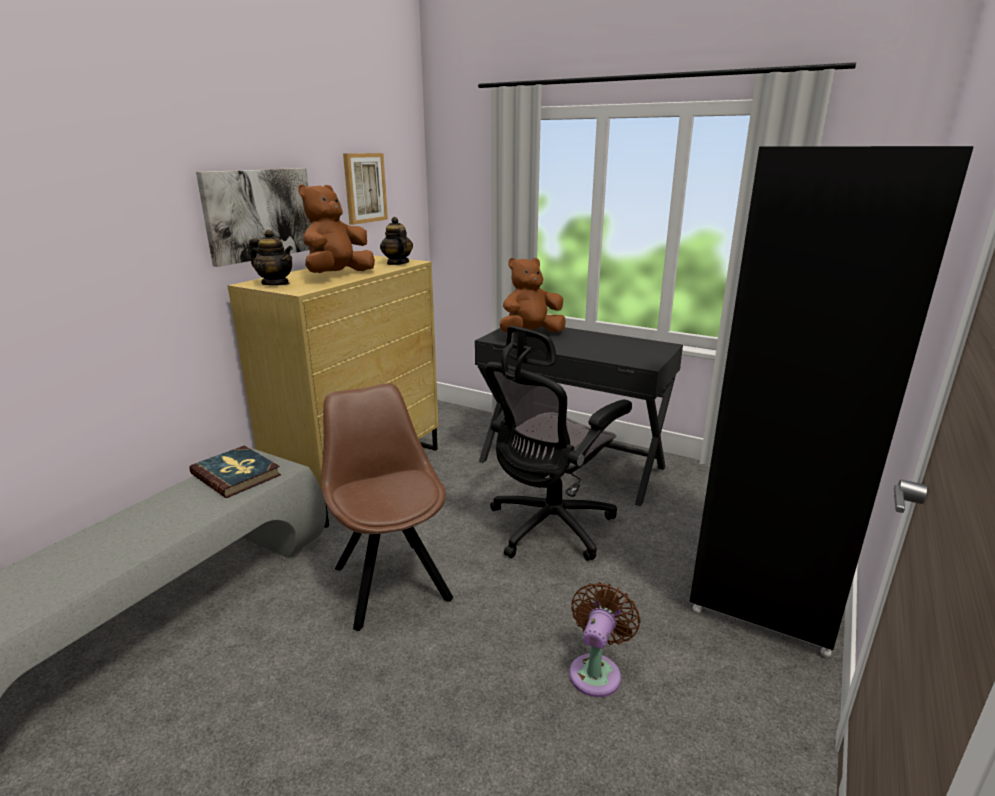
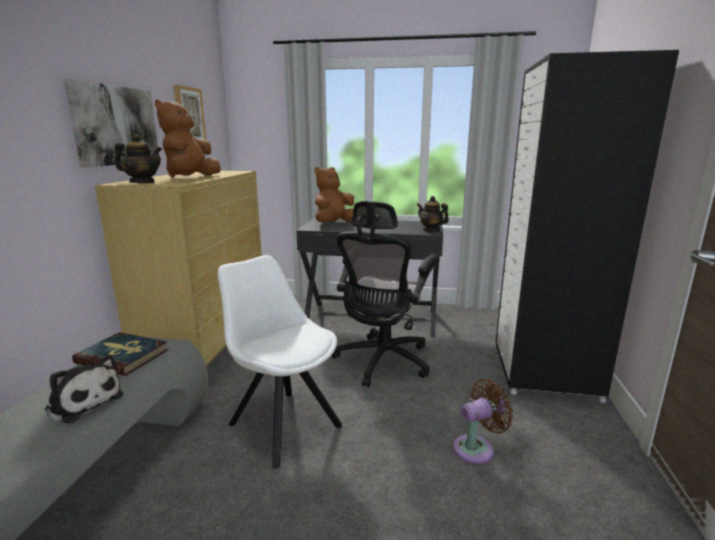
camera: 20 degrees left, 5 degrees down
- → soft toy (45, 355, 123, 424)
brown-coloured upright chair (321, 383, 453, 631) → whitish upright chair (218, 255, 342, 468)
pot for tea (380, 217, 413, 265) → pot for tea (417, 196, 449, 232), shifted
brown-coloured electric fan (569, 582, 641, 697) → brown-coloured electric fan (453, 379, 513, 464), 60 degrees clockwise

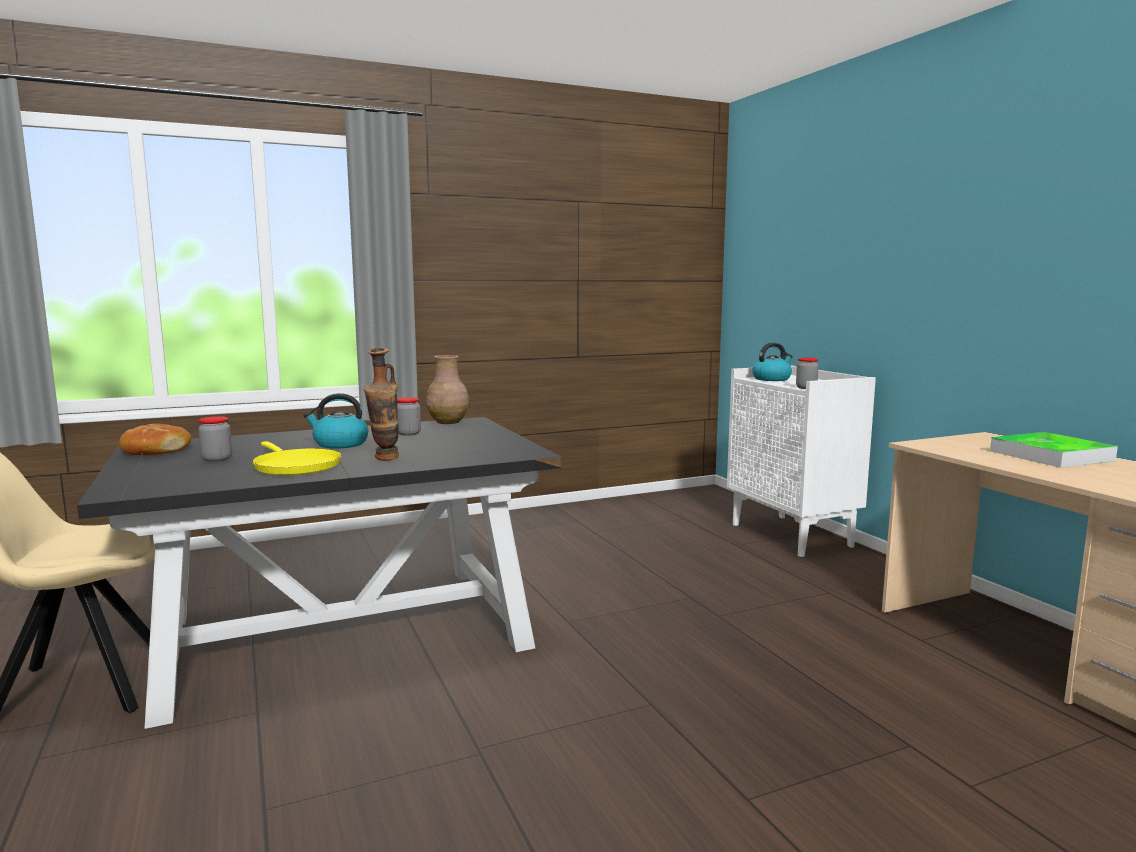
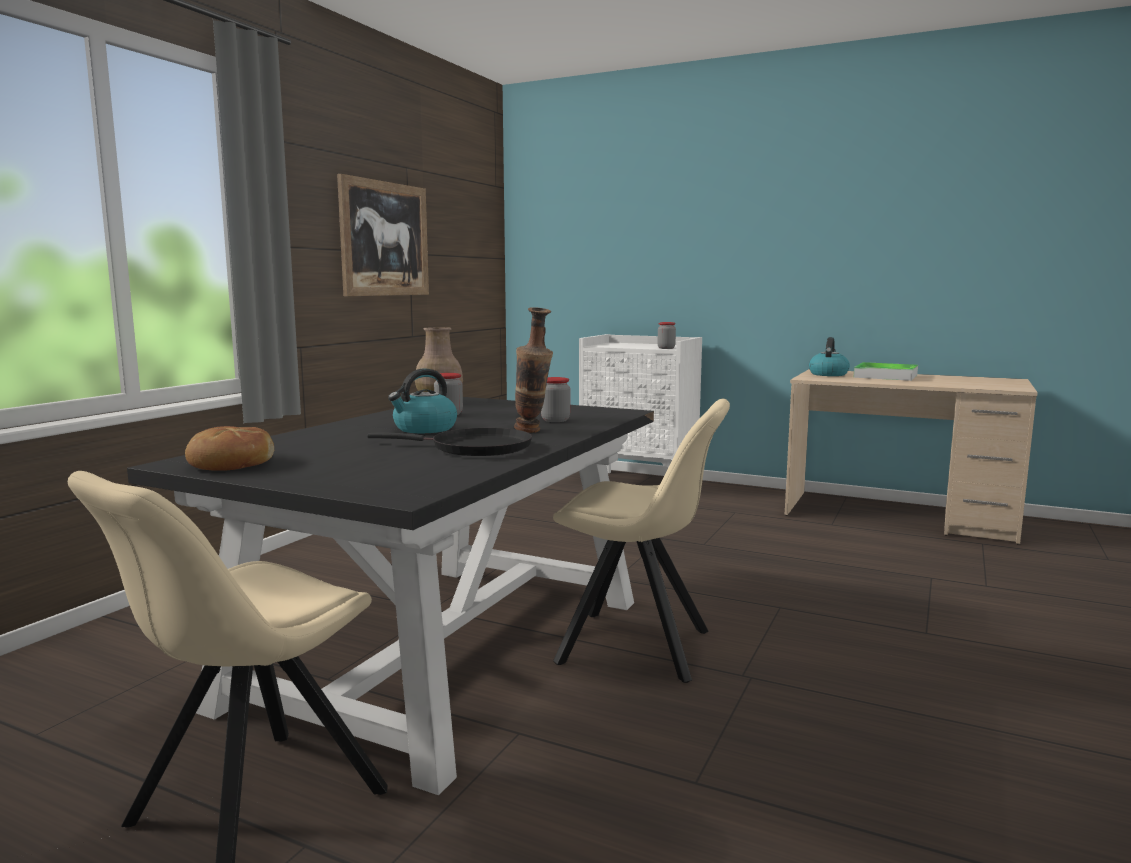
camera: 40 degrees left, 0 degrees up
- → wall picture (337, 174, 429, 296)
yellow frying pan (252, 441, 342, 475) → black frying pan (367, 428, 532, 456)
preserve jar (198, 416, 232, 462) → preserve jar (541, 377, 570, 422), shifted
- → beige-coloured upright chair (553, 399, 730, 683)
tea kettle (752, 343, 793, 381) → tea kettle (809, 337, 850, 376), shifted

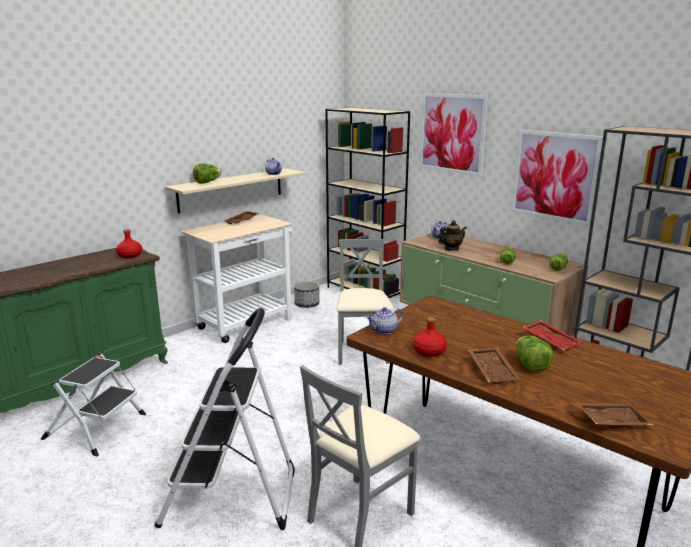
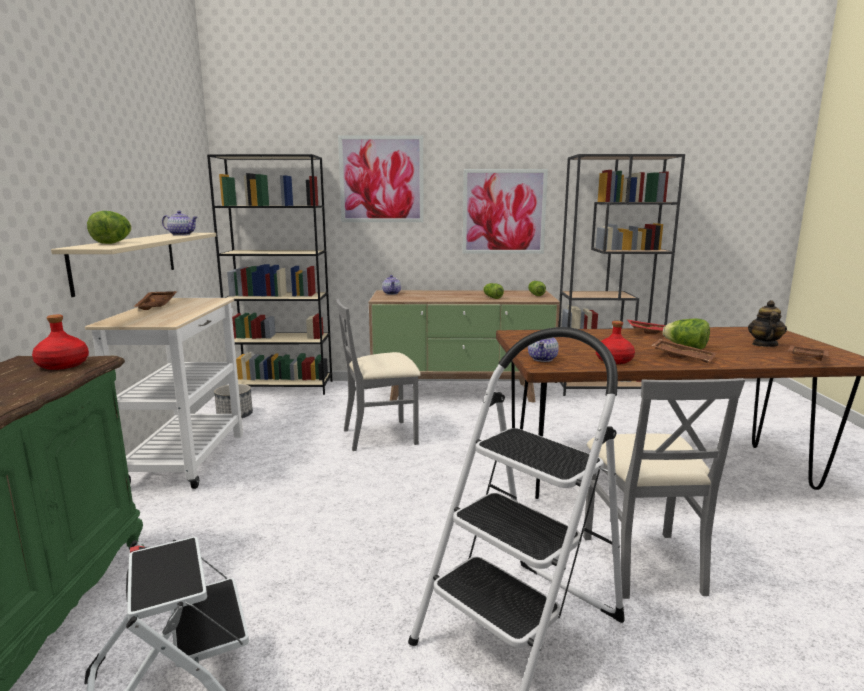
camera: 45 degrees left, 5 degrees down
gray upright chair (337, 239, 393, 365) → gray upright chair (337, 299, 421, 451), 60 degrees counterclockwise
pot for tea (438, 220, 467, 251) → pot for tea (748, 300, 787, 347), shifted

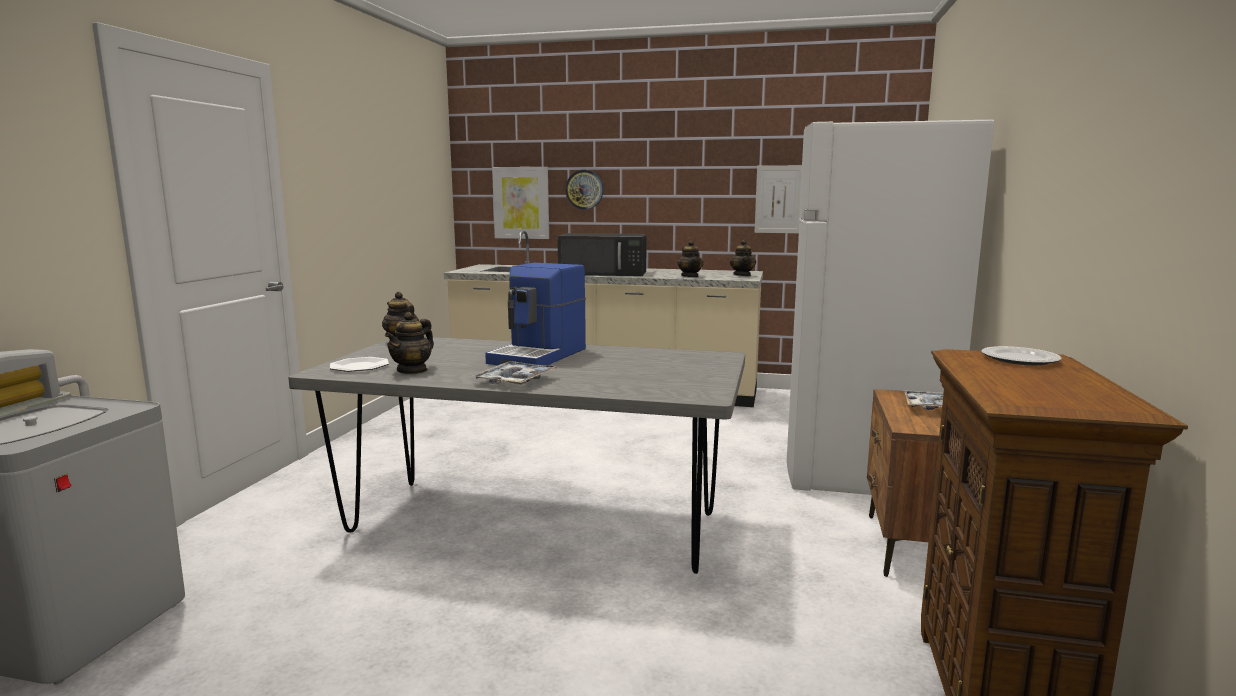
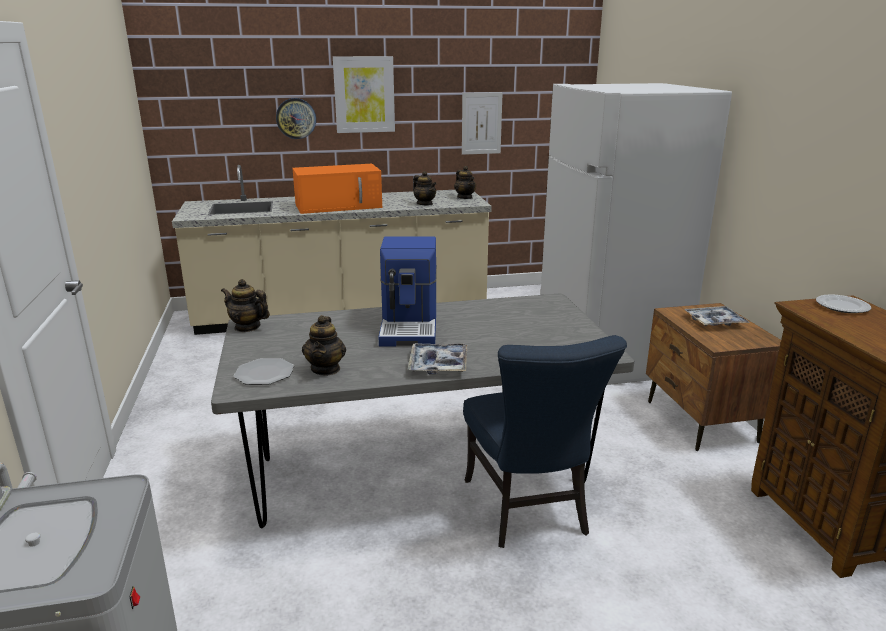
camera: 25 degrees left, 10 degrees up
black microwave oven (558, 233, 647, 276) → orange microwave oven (292, 164, 382, 214)
wall picture (492, 167, 549, 239) → wall picture (333, 56, 395, 133), shifted
- → bluish upright chair (463, 335, 627, 548)

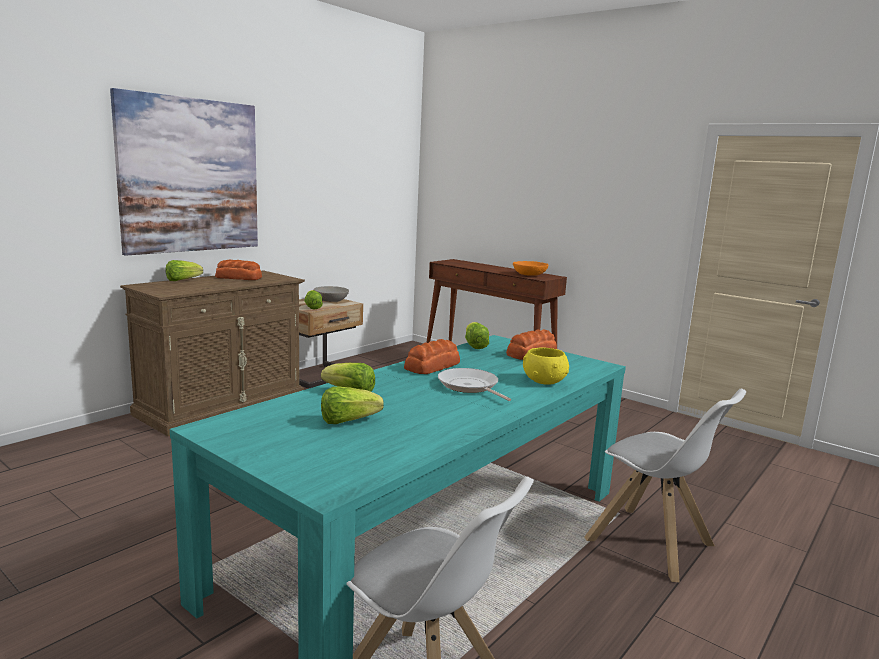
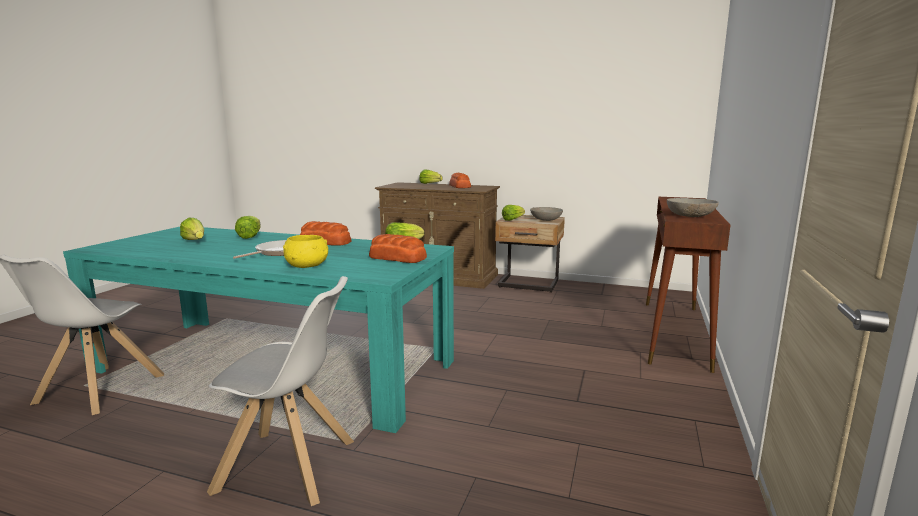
camera: 70 degrees right, 0 degrees up
upright chair (584, 389, 746, 582) → upright chair (207, 276, 354, 506), 105 degrees counterclockwise
orange bowl (513, 261, 548, 276) → gray bowl (667, 198, 719, 217)
wall picture (110, 88, 258, 256) → -

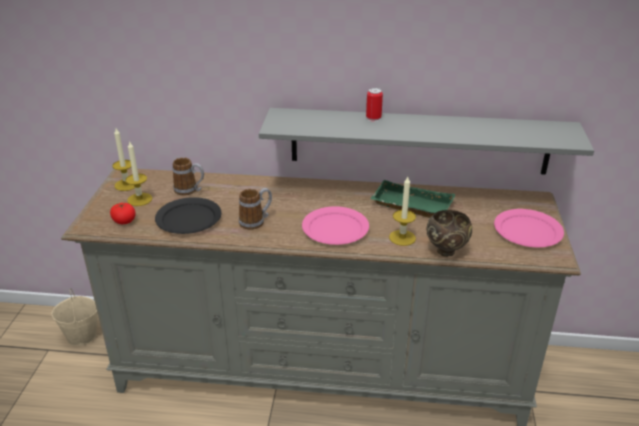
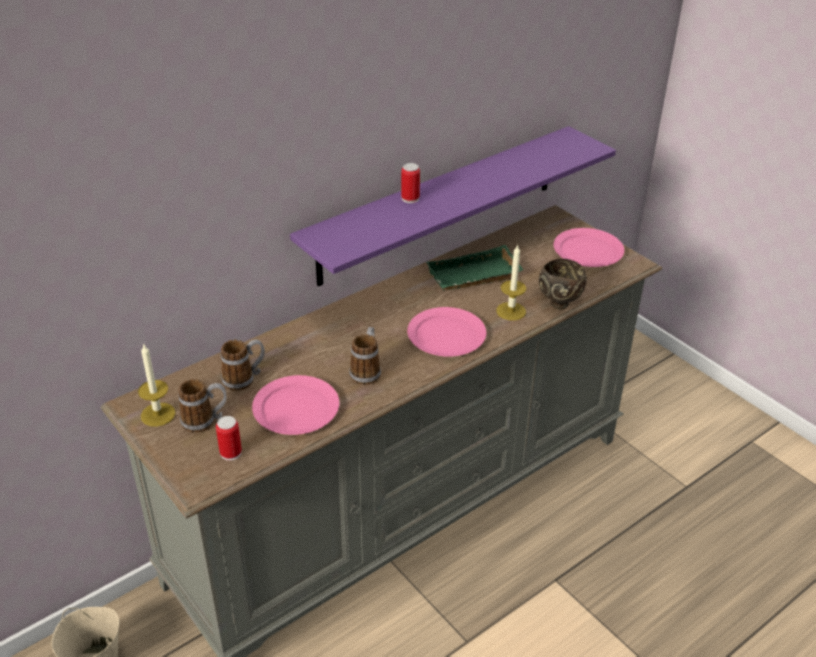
camera: 45 degrees left, 5 degrees up
wax light (125, 140, 152, 206) → tea mug (178, 379, 226, 432)
fresh tomato (110, 202, 136, 224) → sealed can (216, 416, 242, 461)
black plate (155, 197, 222, 234) → pink-coloured plate (252, 375, 340, 435)
gray shelf (259, 108, 594, 175) → purple shelf (290, 126, 616, 286)

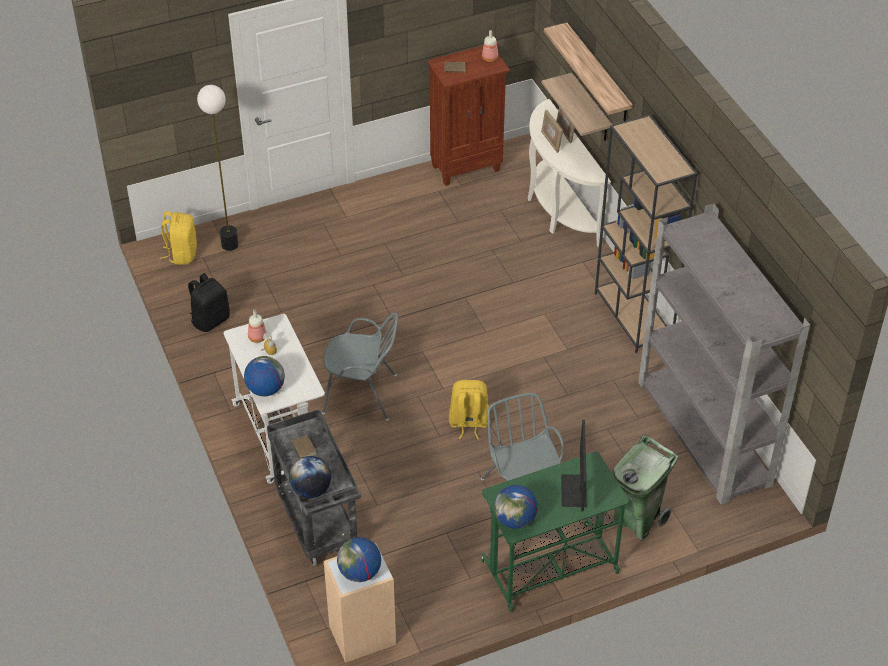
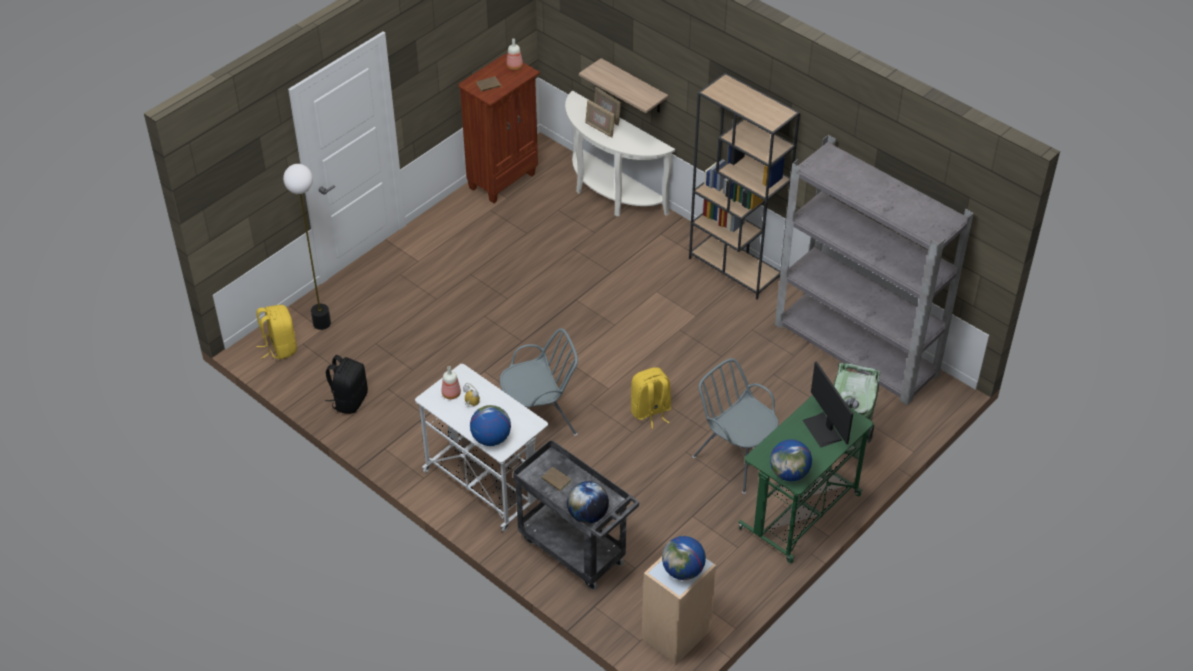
camera: 25 degrees left, 0 degrees up
shelf (544, 23, 633, 122) → -

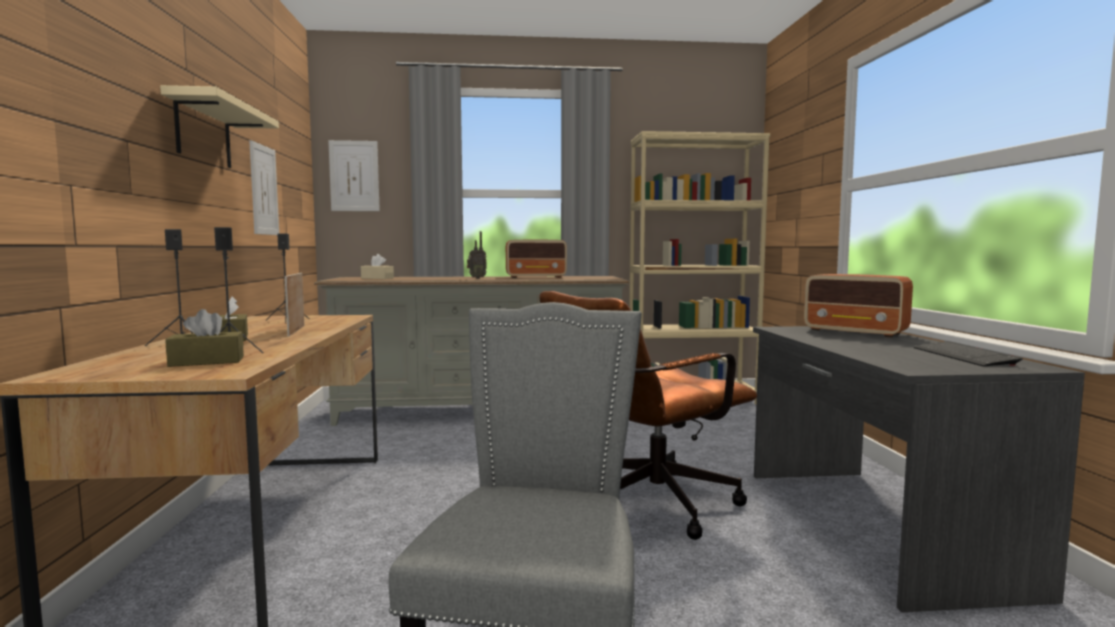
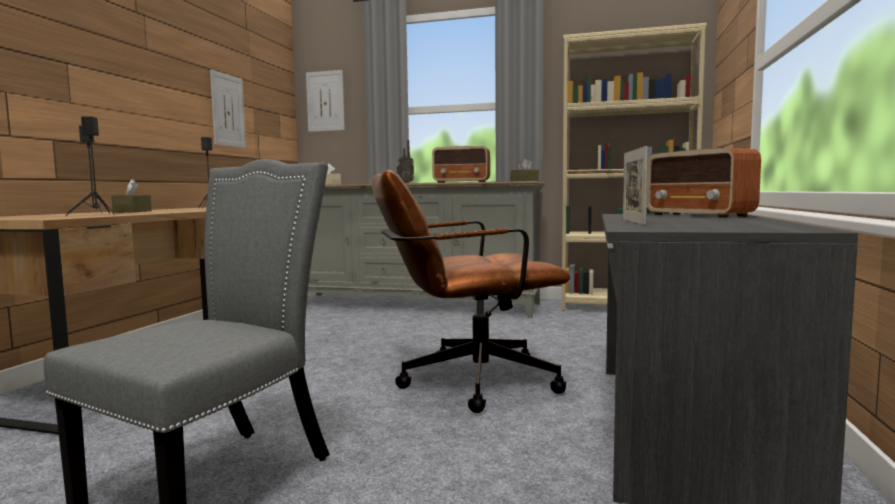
camera: 20 degrees right, 0 degrees up
brown-coloured tissue holder (165, 309, 244, 367) → brown-coloured tissue holder (510, 159, 539, 181), shifted
standing frame (285, 273, 304, 337) → standing frame (623, 146, 648, 225), shifted
beige-coloured shelf (160, 85, 279, 168) → -
keyboard (914, 341, 1023, 367) → -

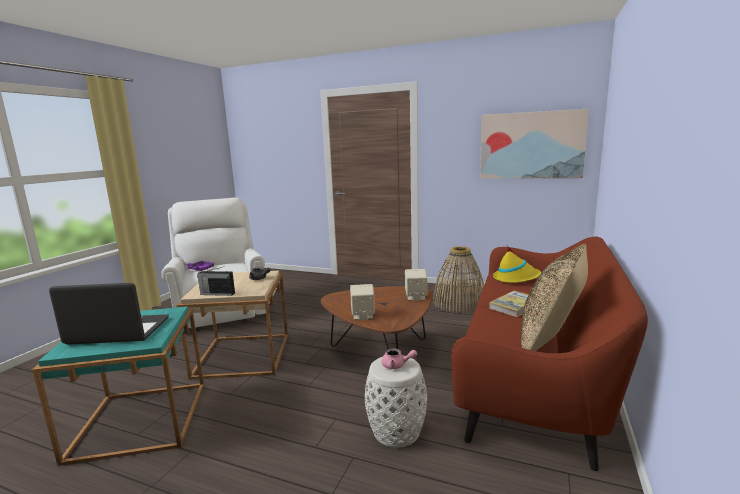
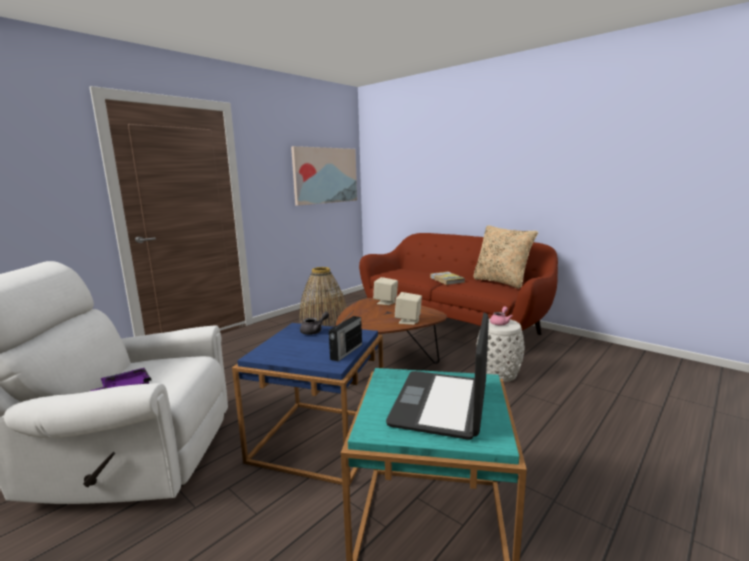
camera: 70 degrees left, 0 degrees up
beige-coloured end table (177, 271, 288, 380) → bluish end table (232, 323, 383, 486)
yellow hat (493, 246, 541, 283) → -

